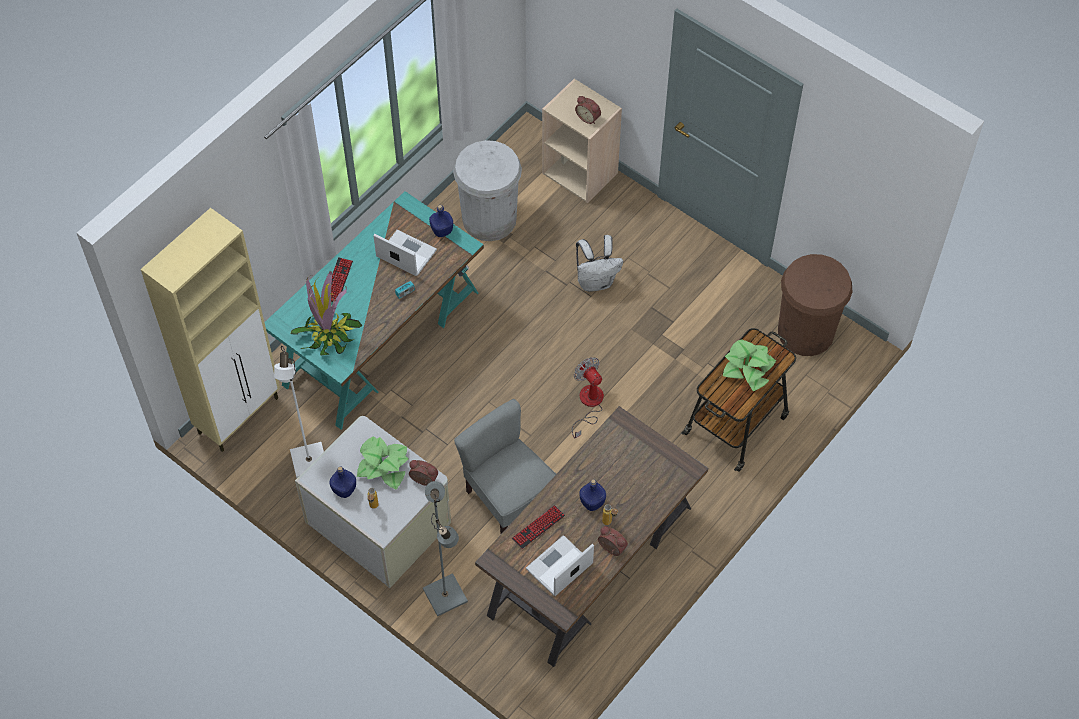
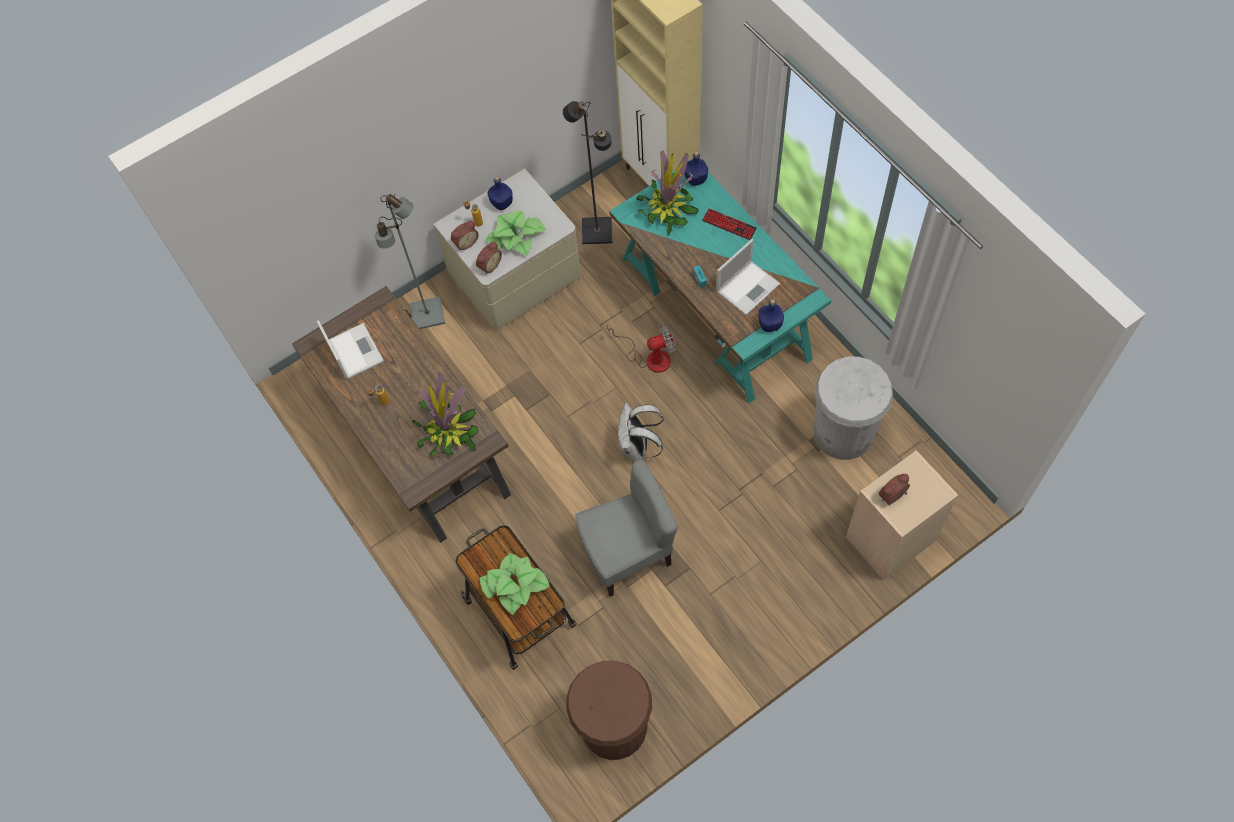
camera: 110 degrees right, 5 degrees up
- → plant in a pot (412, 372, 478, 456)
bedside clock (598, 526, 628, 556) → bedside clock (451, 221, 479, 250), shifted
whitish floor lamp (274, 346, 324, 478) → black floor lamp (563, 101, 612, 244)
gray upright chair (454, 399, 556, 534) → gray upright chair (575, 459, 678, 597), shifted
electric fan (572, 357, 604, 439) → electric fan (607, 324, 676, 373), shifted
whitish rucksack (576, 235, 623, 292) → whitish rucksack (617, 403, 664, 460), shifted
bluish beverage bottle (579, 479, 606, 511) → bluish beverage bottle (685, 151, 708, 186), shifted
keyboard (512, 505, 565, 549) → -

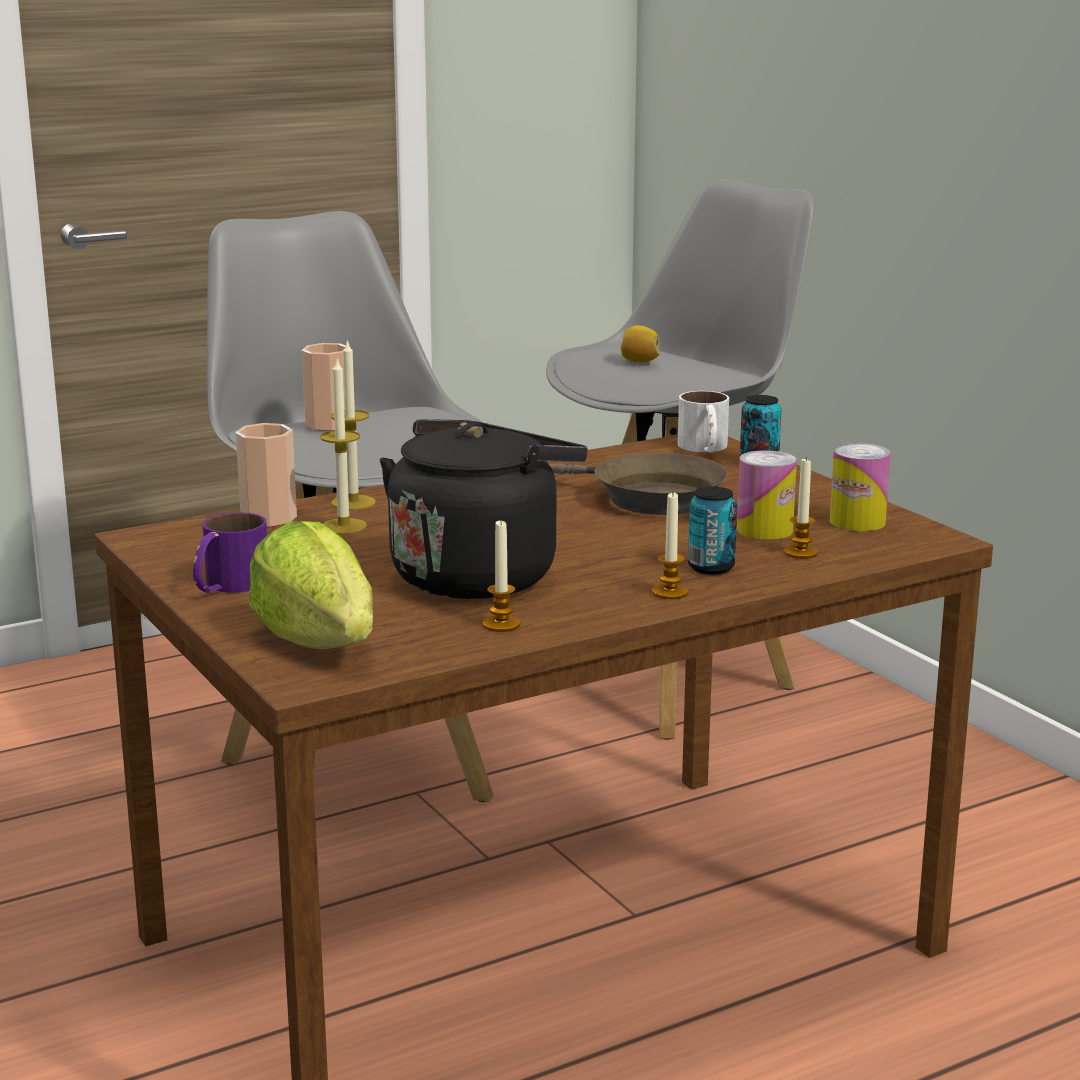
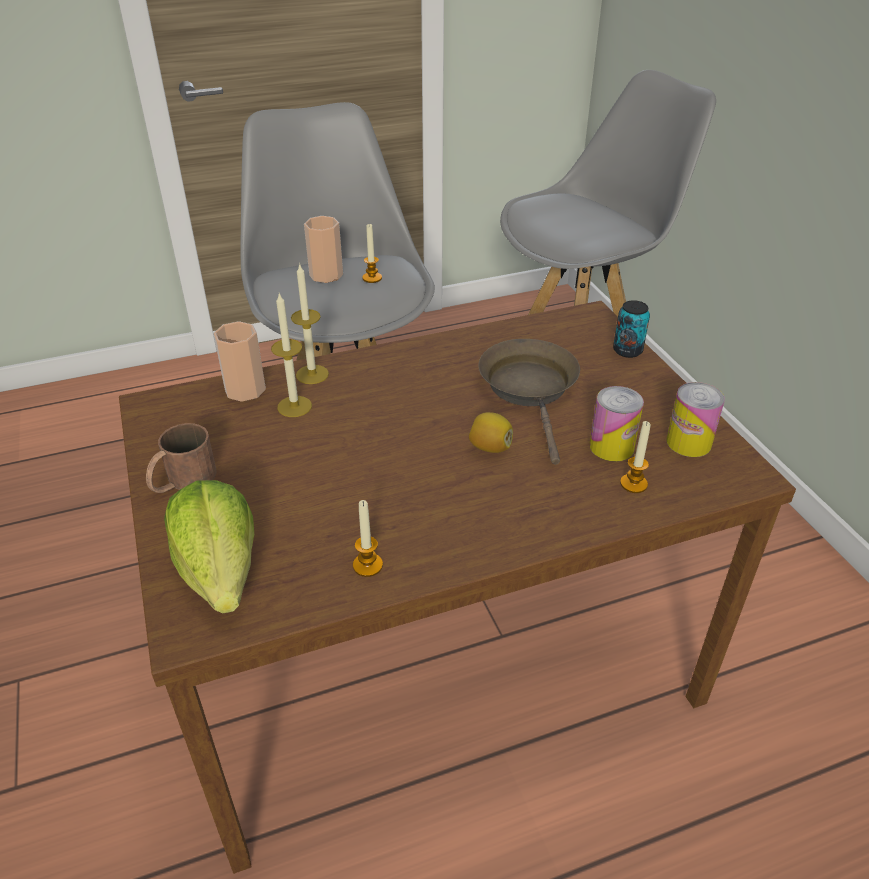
camera: 10 degrees right, 20 degrees up
purple tea mug (193, 512, 267, 593) → brown-coloured tea mug (146, 423, 217, 493)
wax light (652, 493, 688, 599) → wax light (362, 224, 382, 283), shifted
citrus fruit (621, 325, 660, 363) → citrus fruit (469, 412, 513, 453), shifted
brown-coloured frying pan (549, 453, 728, 515) → brown-coloured frying pan (479, 339, 580, 465), 135 degrees counterclockwise
black tea kettle (380, 419, 587, 599) → -
whitish tea mug (678, 391, 729, 453) → -
sealed can (688, 486, 737, 575) → -

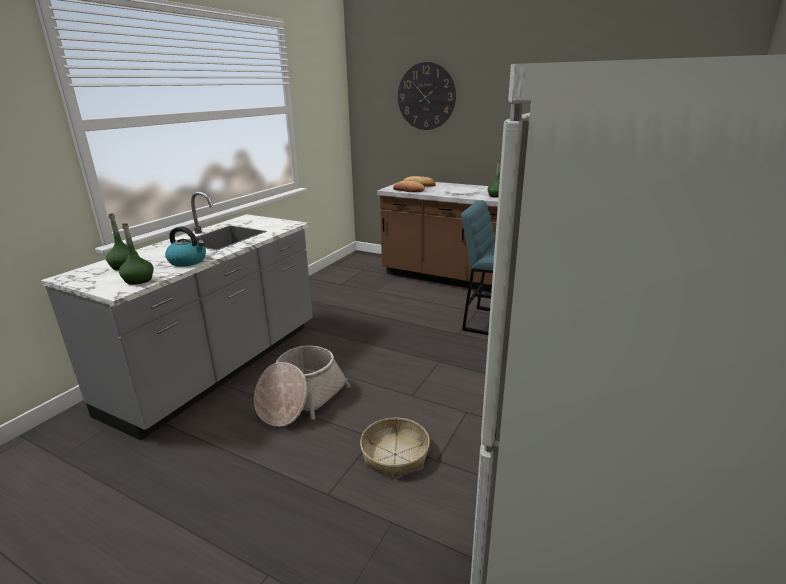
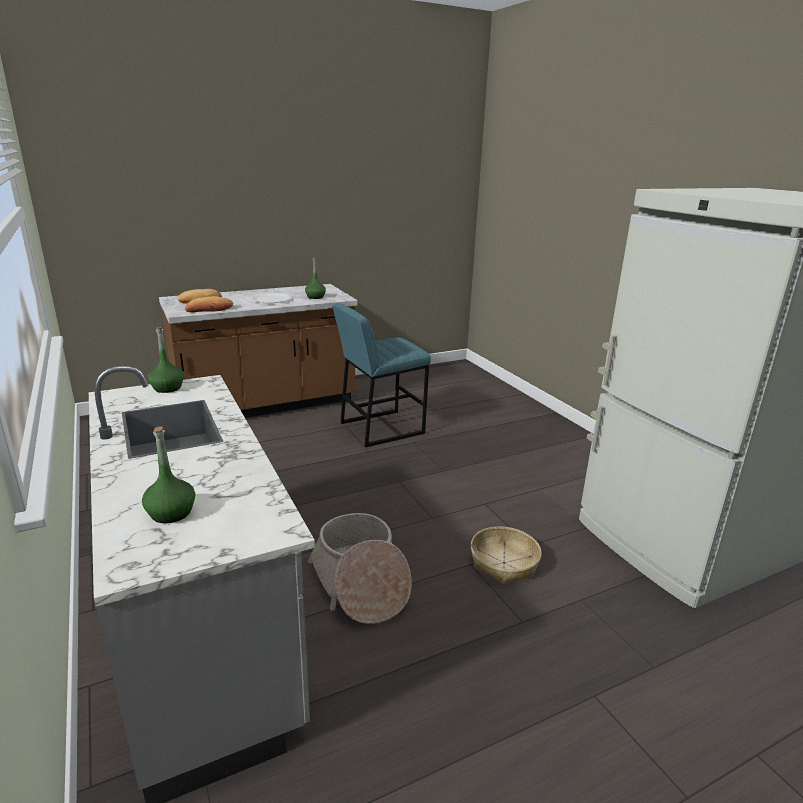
camera: 55 degrees left, 0 degrees up
green-coloured beverage bottle (119, 223, 154, 285) → green-coloured beverage bottle (148, 327, 184, 393), shifted
tea kettle (165, 227, 206, 267) → -
clock on the wall (398, 62, 456, 130) → -

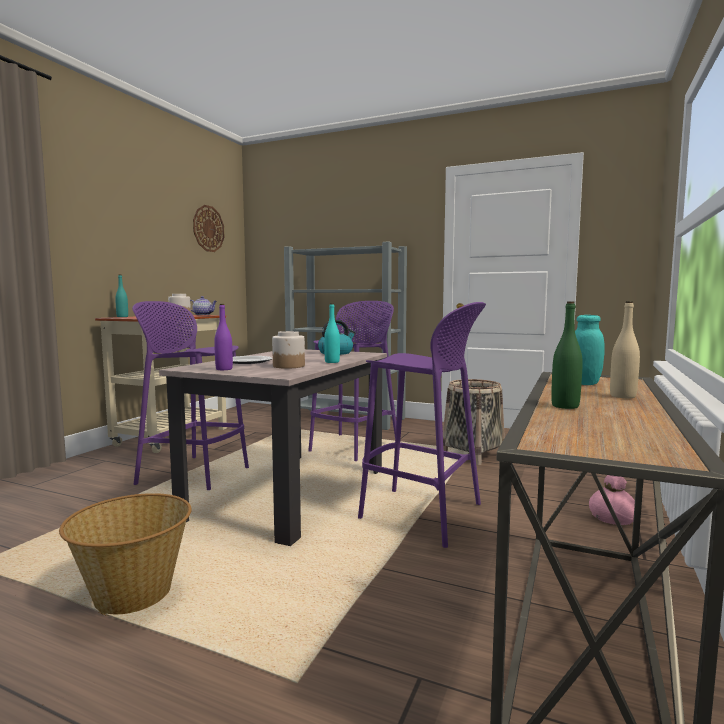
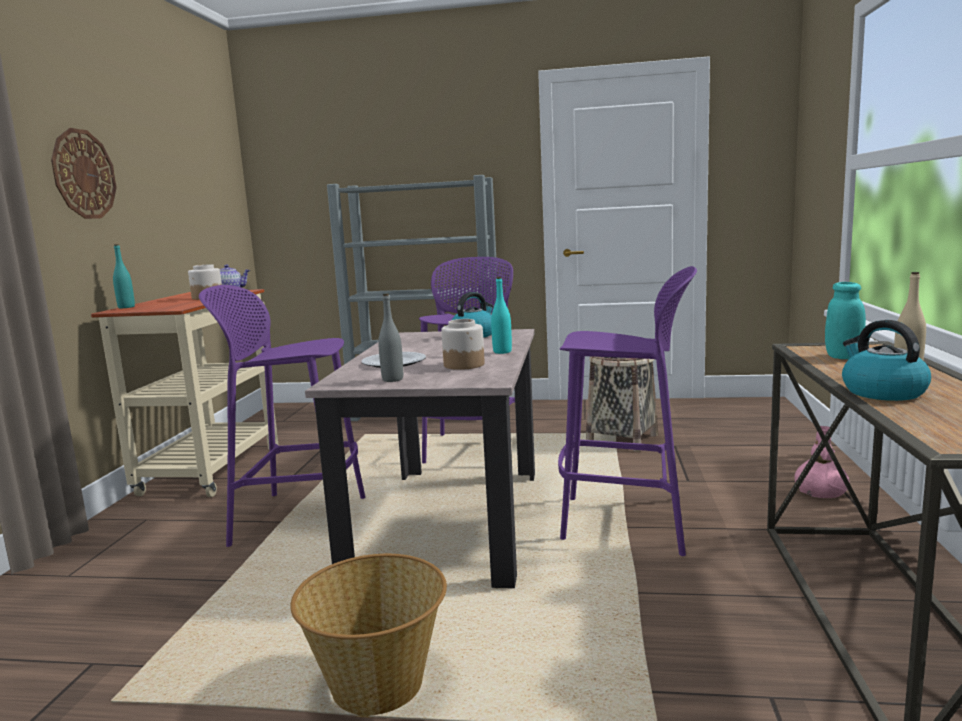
camera: 15 degrees left, 5 degrees up
clock on the wall (193, 205, 224, 252) → clock on the wall (51, 128, 117, 219), shifted
purple beverage bottle (214, 304, 233, 370) → gray beverage bottle (378, 294, 403, 382)
green-coloured beverage bottle (551, 301, 583, 409) → tea kettle (842, 320, 931, 401)

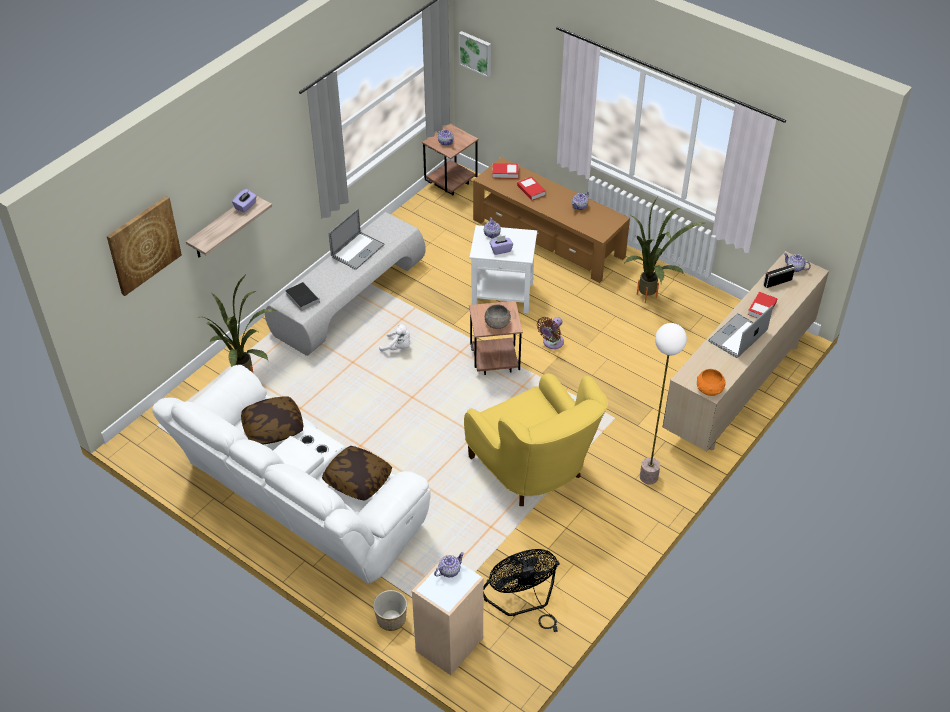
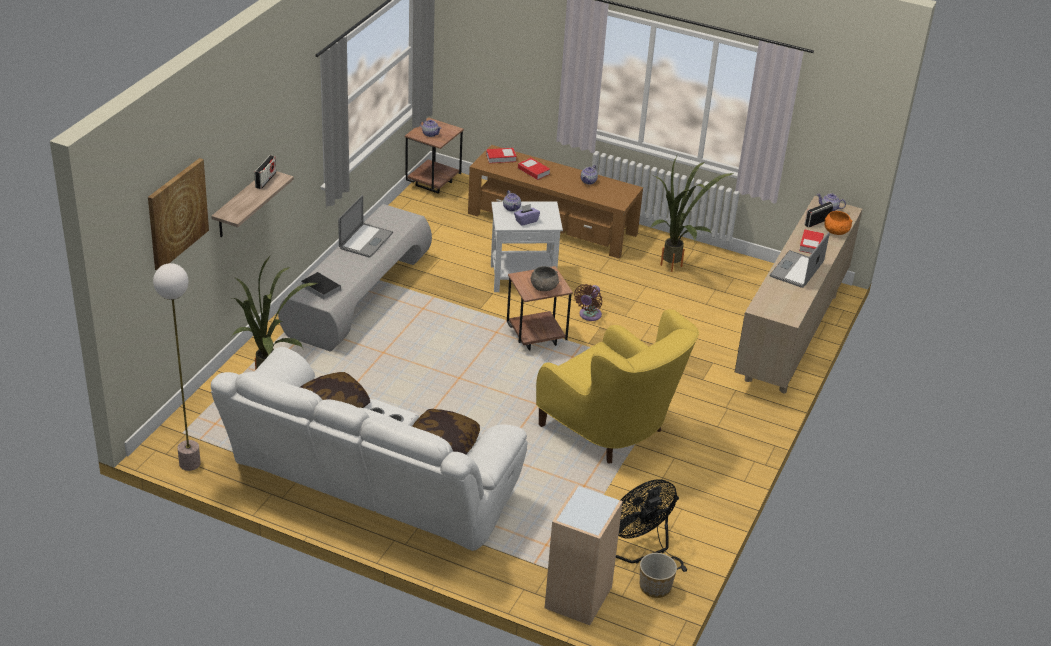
camera: 15 degrees left, 10 degrees down
floor lamp (640, 323, 687, 484) → floor lamp (153, 263, 201, 471), shifted
purple tissue holder (232, 189, 257, 213) → radio set (254, 155, 276, 189)
flower pot (373, 590, 407, 631) → flower pot (640, 553, 677, 598), shifted
orange bowl (697, 369, 726, 396) → orange bowl (824, 211, 852, 235), shifted
whitish soft toy (379, 324, 410, 351) → -
pot for tea (434, 552, 464, 577) → -
wall picture (459, 31, 491, 77) → -

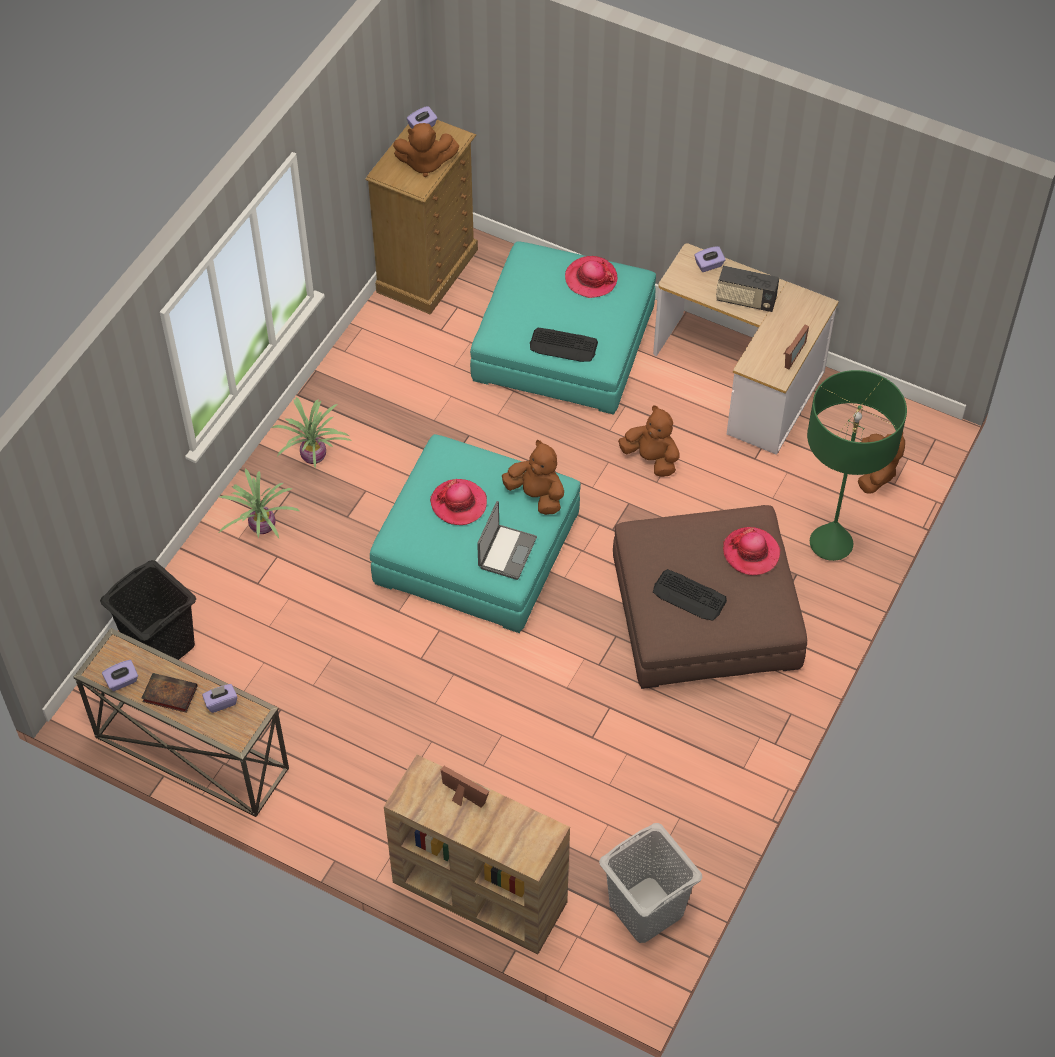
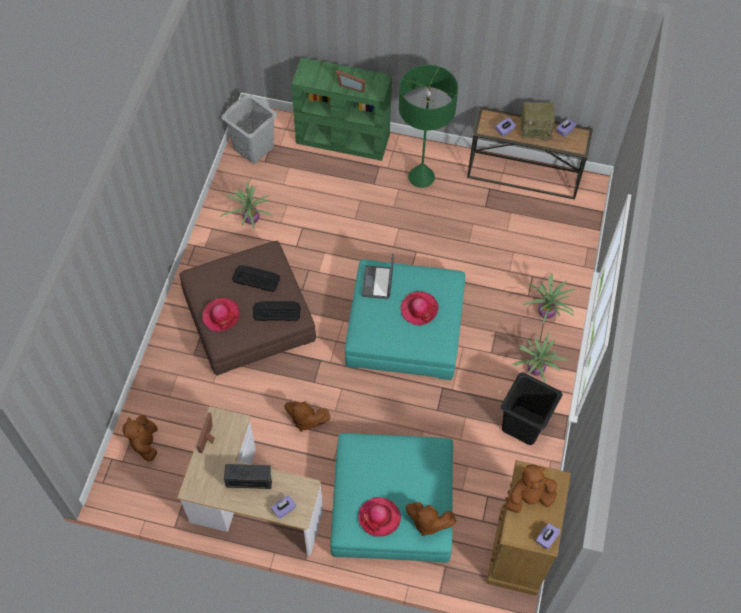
camera: 165 degrees right, 5 degrees up
- → plant in a pot (220, 182, 272, 229)
keyboard (530, 328, 598, 362) → keyboard (253, 301, 301, 321), shifted
brown-coloured bookshelf (384, 755, 570, 954) → green-coloured bookshelf (291, 57, 392, 161)
green-coloured floor lamp (807, 370, 907, 561) → green-coloured floor lamp (399, 65, 458, 188), shifted
brown-coloured soft toy (502, 440, 564, 515) → brown-coloured soft toy (406, 502, 456, 536), shifted
black laundry basket (100, 560, 196, 660) → black laundry basket (501, 372, 562, 445), shifted
bound book (141, 673, 197, 713) → radio set (521, 102, 555, 141)

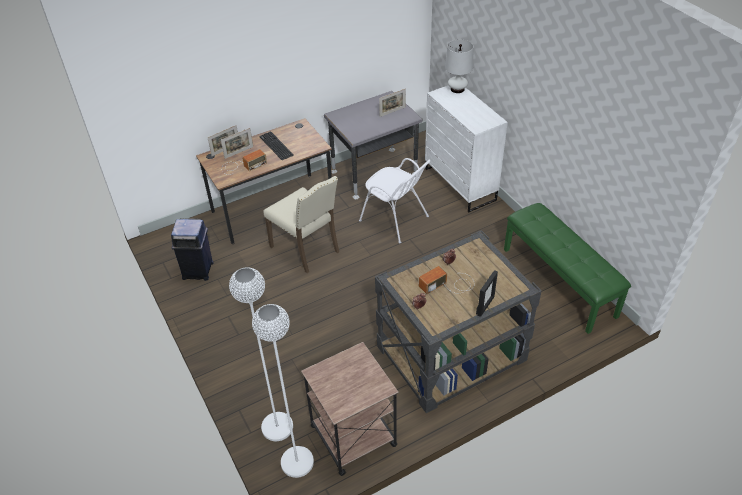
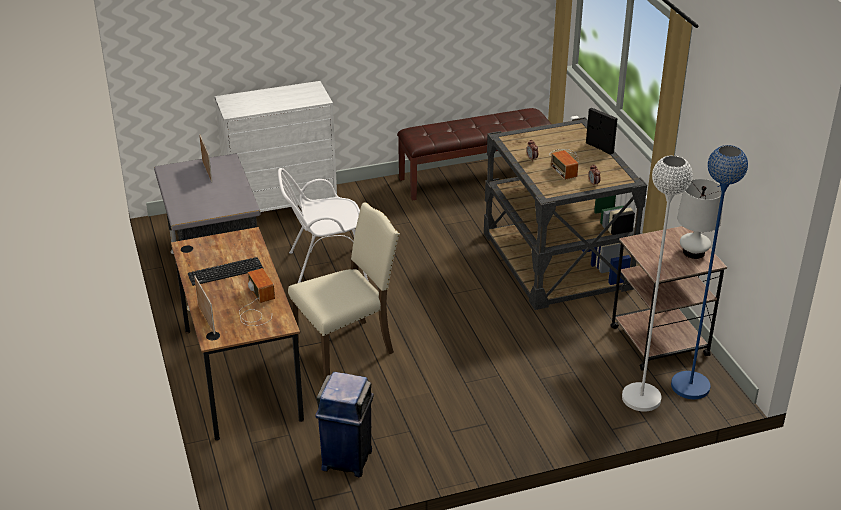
camera: 80 degrees left, 10 degrees down
whitish upright chair (359, 158, 431, 243) → whitish upright chair (278, 168, 369, 283), 150 degrees counterclockwise
green-coloured bench (504, 203, 631, 334) → brown-coloured bench (397, 108, 551, 201)
whitish floor lamp (252, 304, 314, 478) → bluish floor lamp (671, 145, 748, 399)
whitish lamp for a table (445, 40, 473, 93) → whitish lamp for a table (677, 179, 723, 259), shifted
standing frame (221, 128, 253, 159) → -

